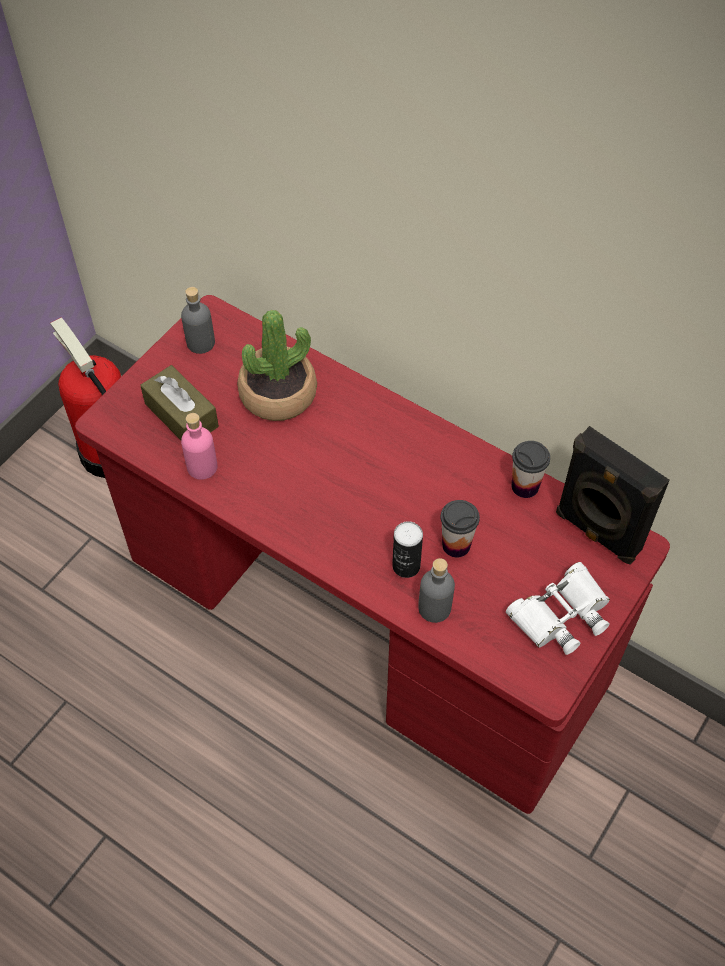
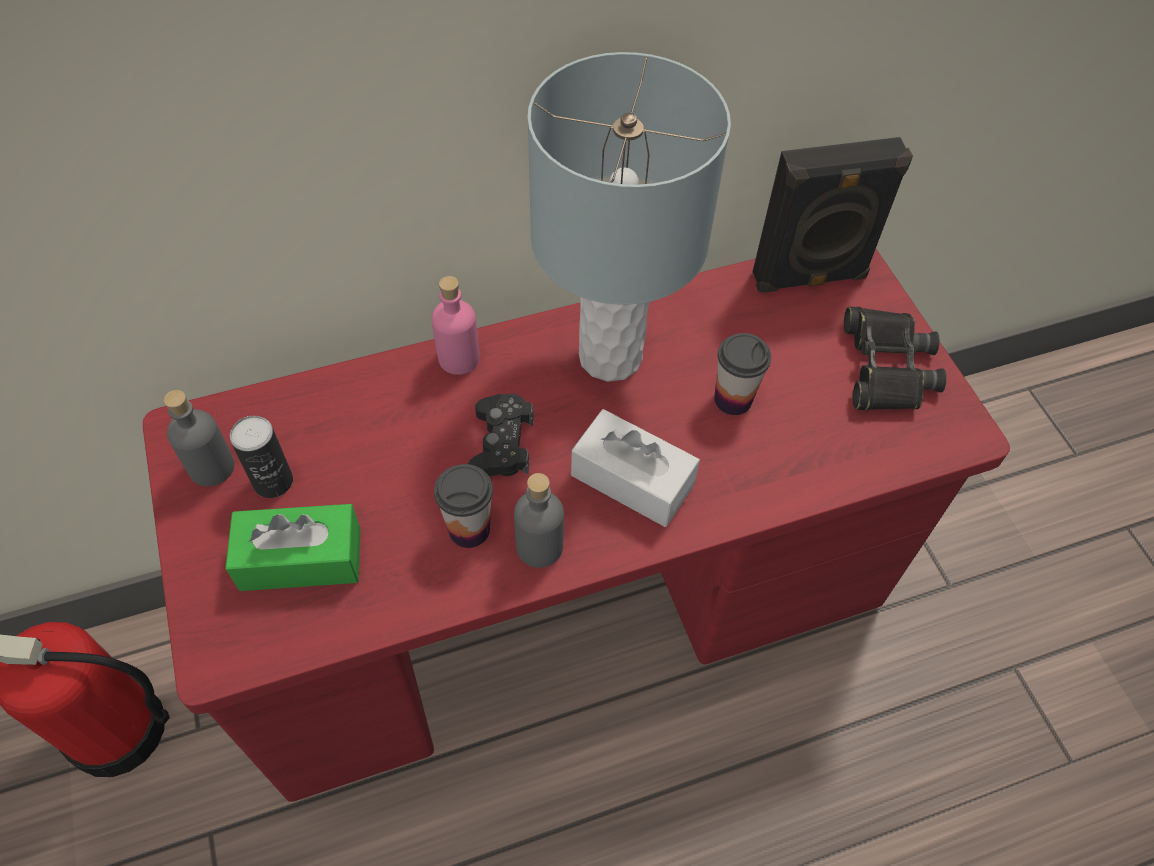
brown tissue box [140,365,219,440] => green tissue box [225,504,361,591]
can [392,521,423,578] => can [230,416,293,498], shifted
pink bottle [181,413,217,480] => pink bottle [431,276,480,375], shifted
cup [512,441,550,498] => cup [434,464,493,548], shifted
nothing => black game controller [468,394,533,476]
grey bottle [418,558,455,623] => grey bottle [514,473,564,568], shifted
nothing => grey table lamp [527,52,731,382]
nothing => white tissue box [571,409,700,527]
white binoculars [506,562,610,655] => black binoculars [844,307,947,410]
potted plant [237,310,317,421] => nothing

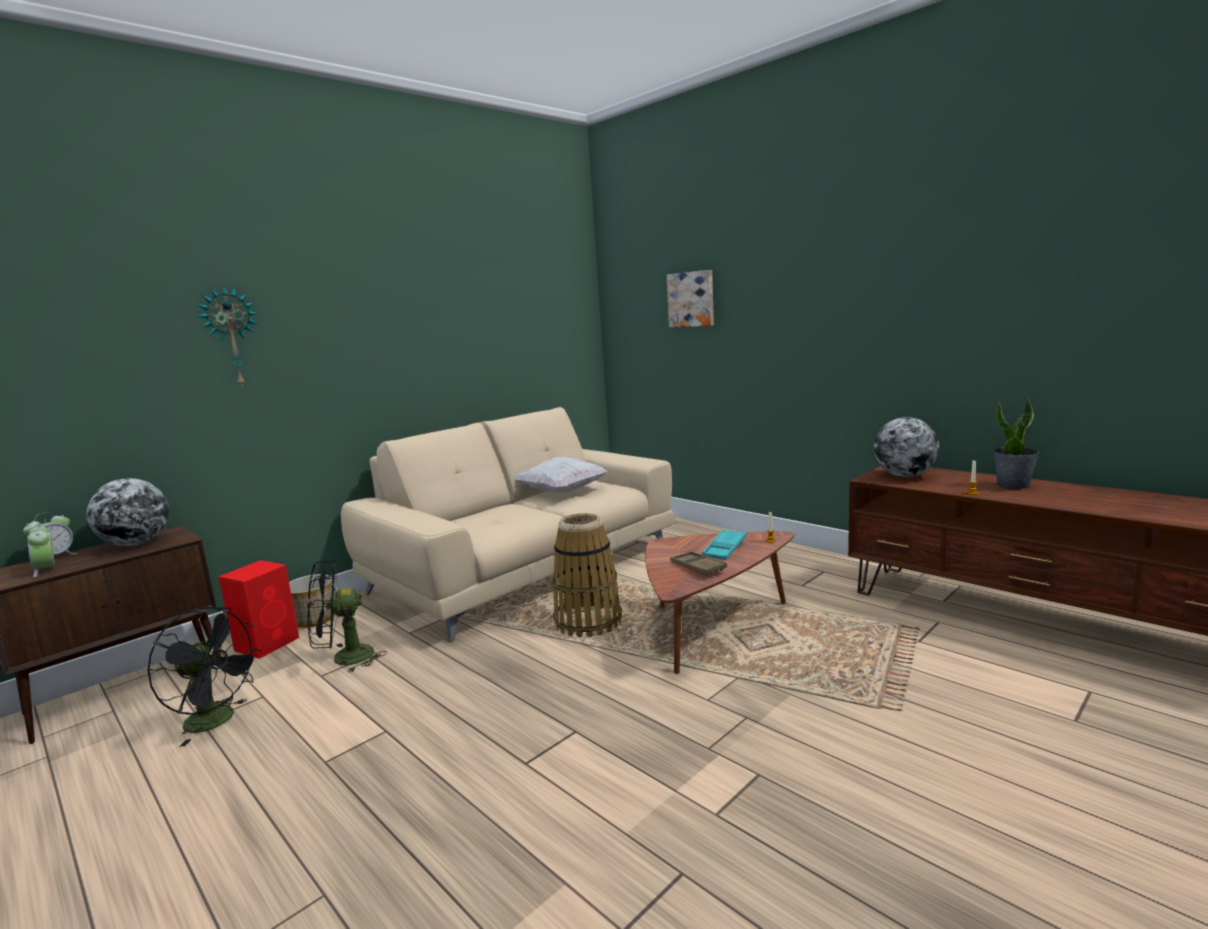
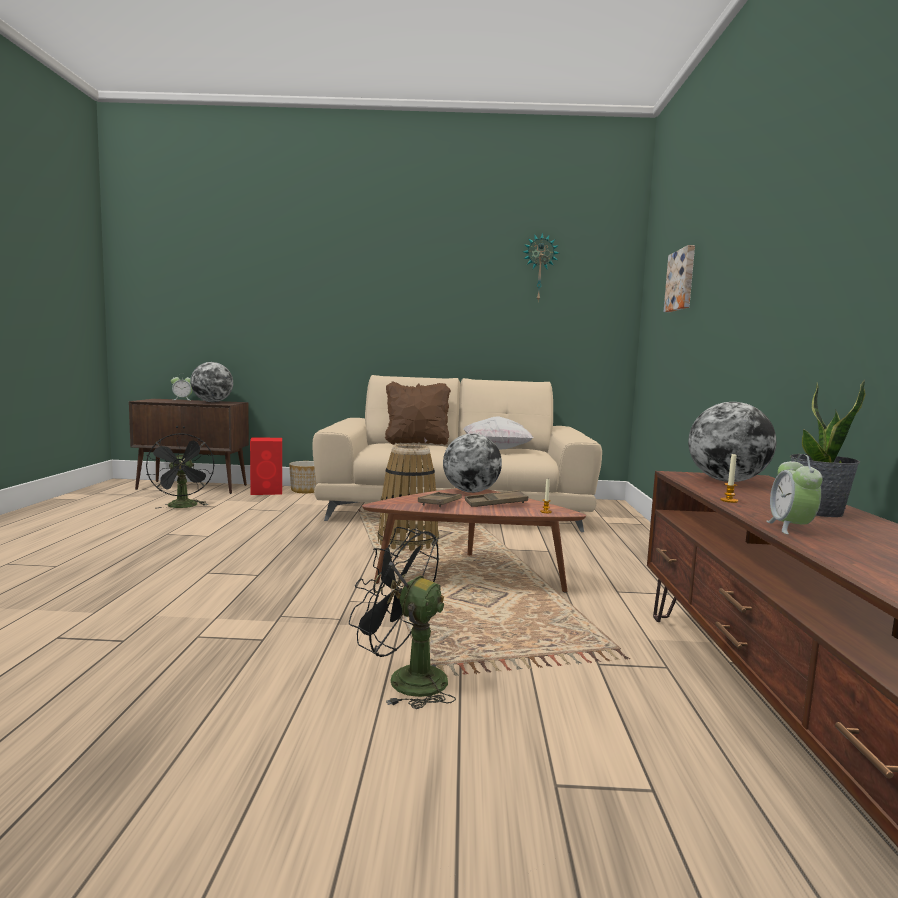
black fan [307,559,387,672] => black fan [349,527,456,709], shifted
nothing => brown pillow [385,381,451,445]
nothing => globe [443,433,502,493]
turquoise tray [702,529,746,560] => brown tray [465,490,528,507]
wall clock [198,285,258,388] => wall clock [523,233,559,301], shifted
alarm clock [28,522,55,577] => alarm clock [766,454,823,534], shifted

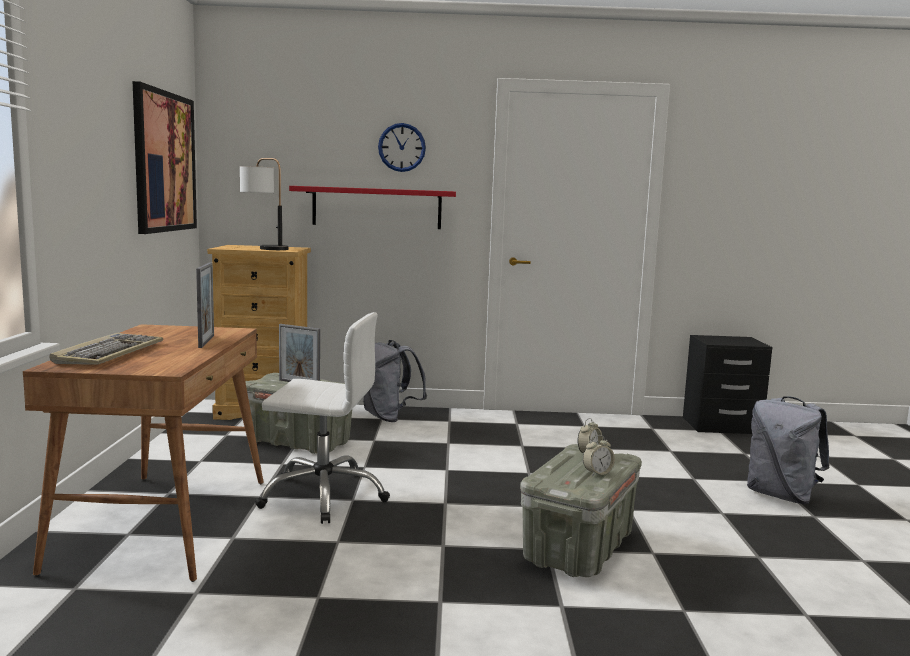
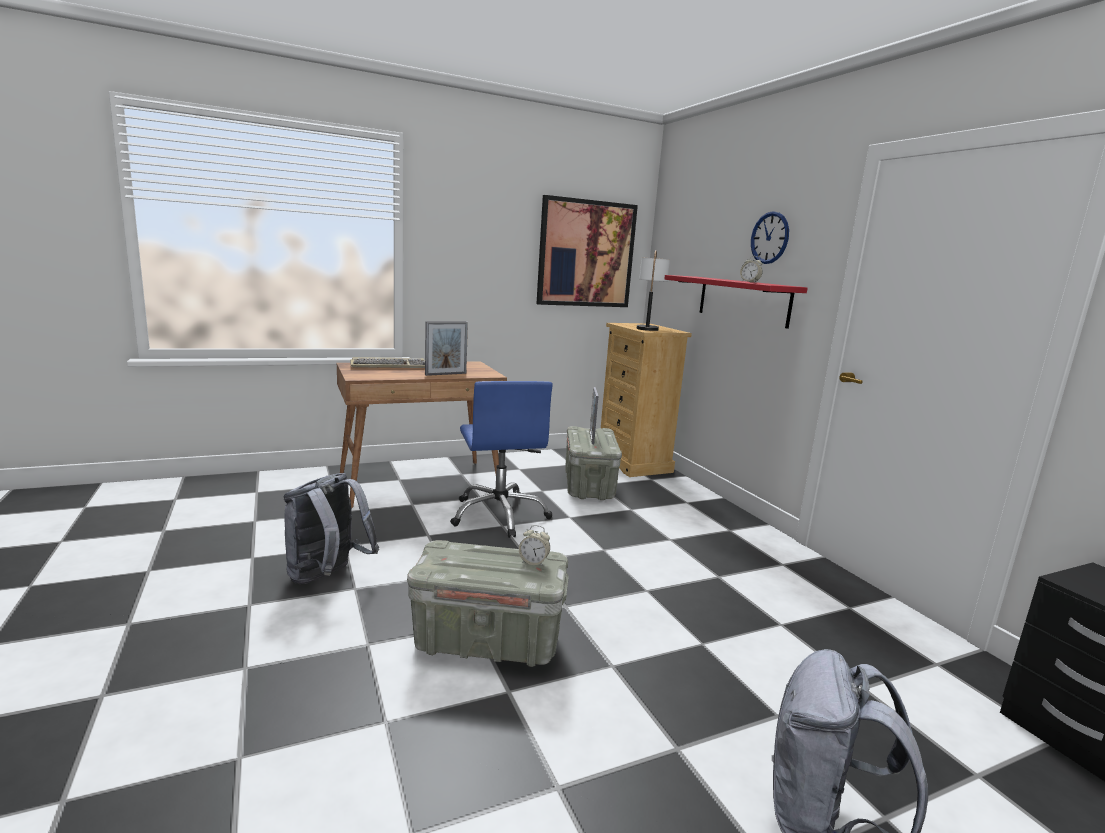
grey backpack [363,340,427,422] => grey backpack [284,473,379,584], shifted
white office chair [255,312,390,524] => blue office chair [450,381,553,538]
alarm clock [583,435,615,476] => alarm clock [740,256,763,282], shifted

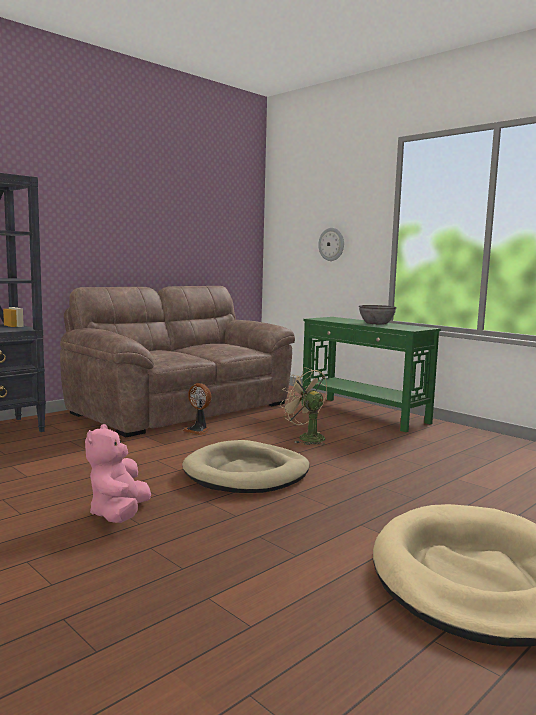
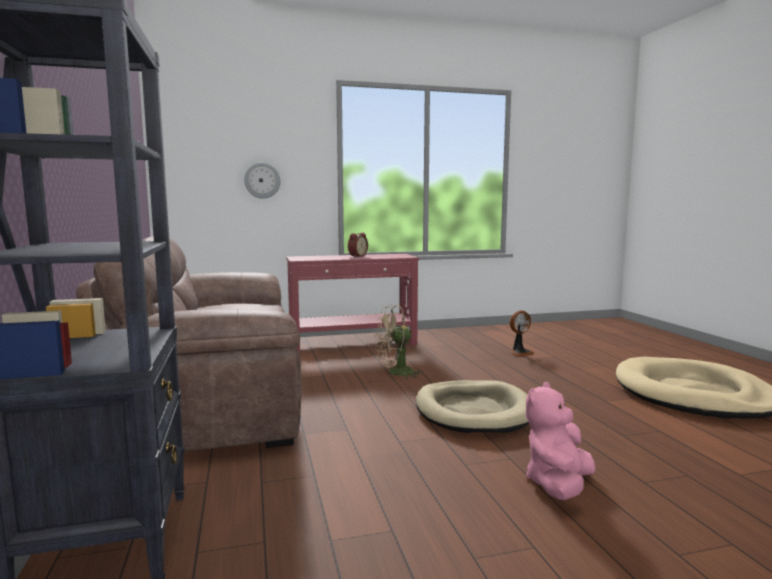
green console table [302,317,441,432] => red console table [286,254,419,354]
grey bowl [359,305,397,325] => alarm clock [348,233,368,257]
fan [183,383,211,435] => fan [510,310,535,356], shifted
pink plush toy [85,424,151,523] => pink plush toy [526,382,596,500], 90 degrees clockwise

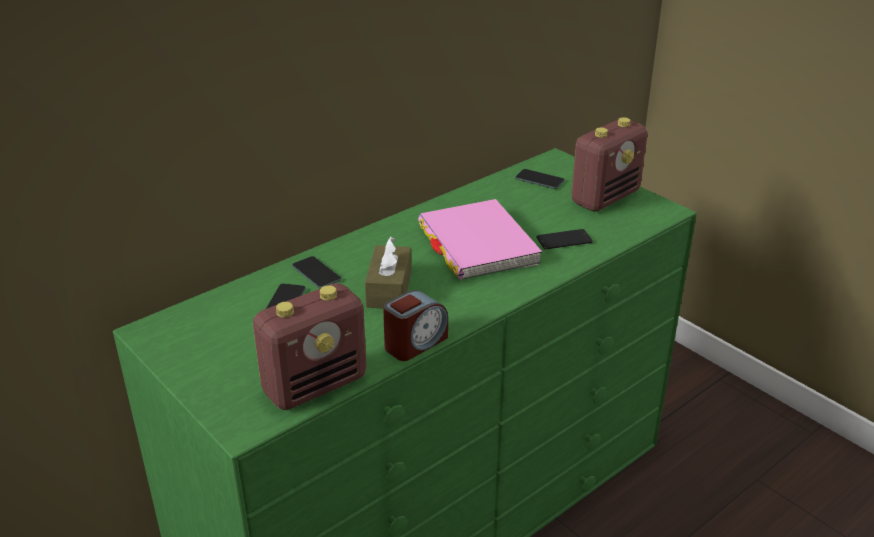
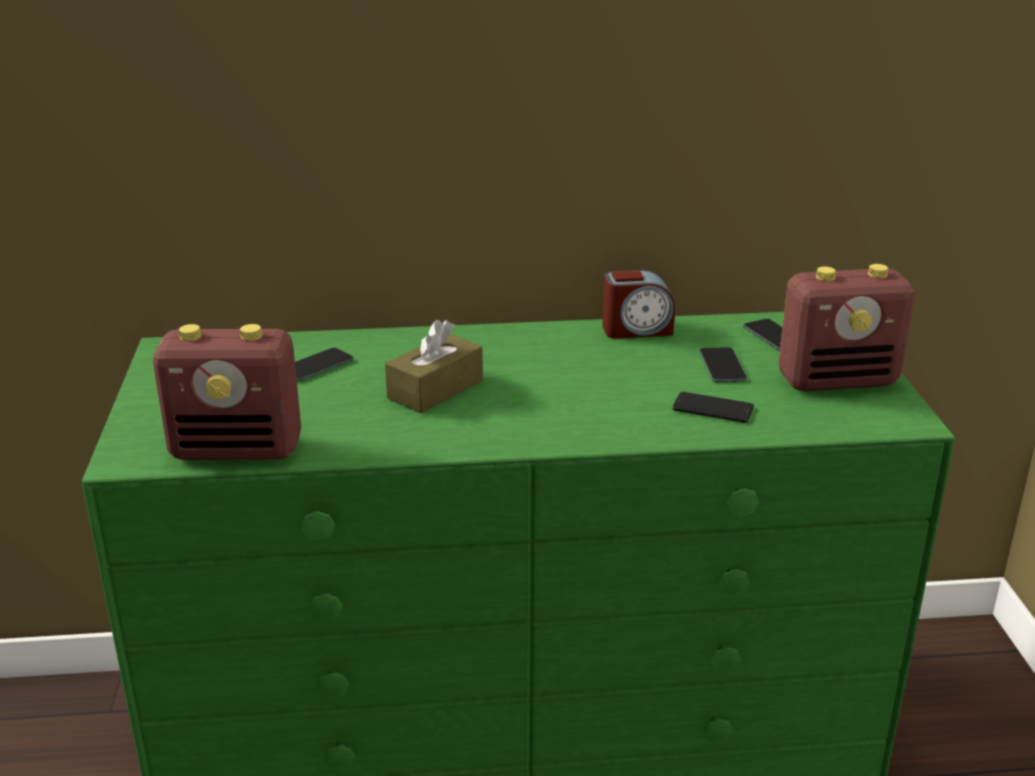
alarm clock [383,290,448,361] => alarm clock [602,270,675,339], shifted
phone [292,256,341,289] => phone [699,347,747,382], shifted
pink book [418,199,542,280] => nothing

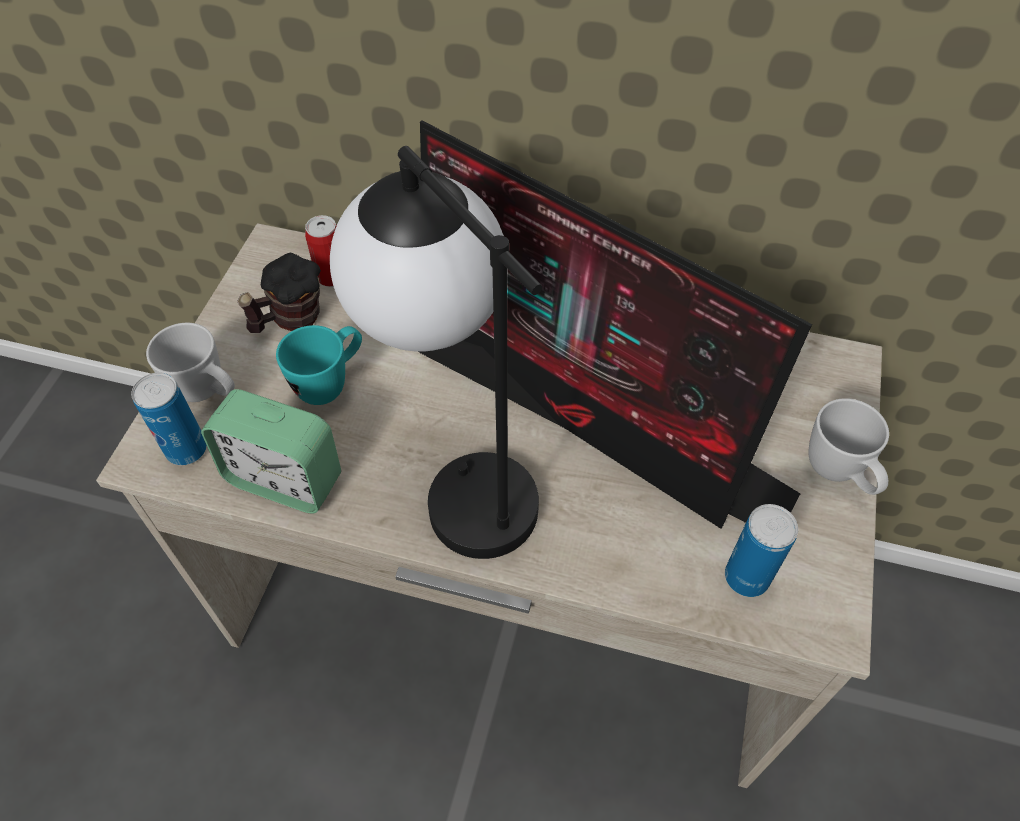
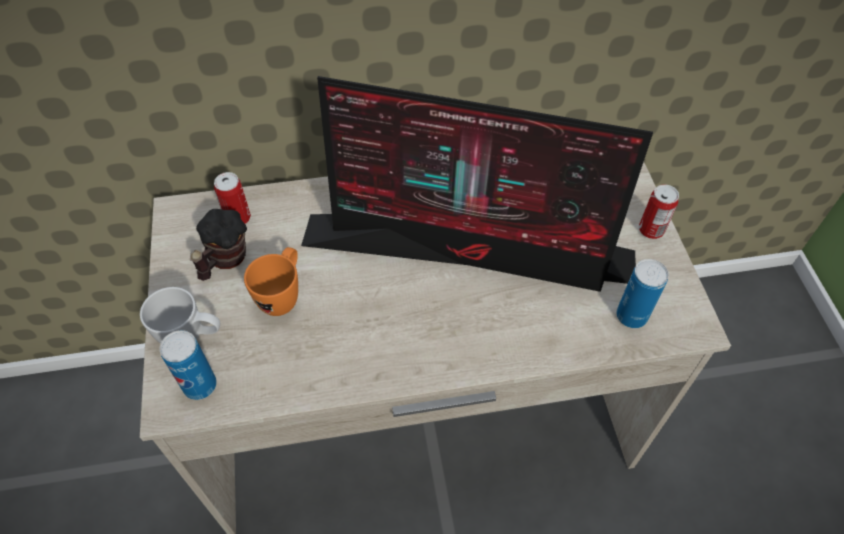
turquoise mug [276,325,362,405] => orange mug [244,247,298,316]
white mug [809,398,889,495] => can [639,184,679,239]
alarm clock [201,389,341,514] => nothing
table lamp [330,146,542,559] => nothing

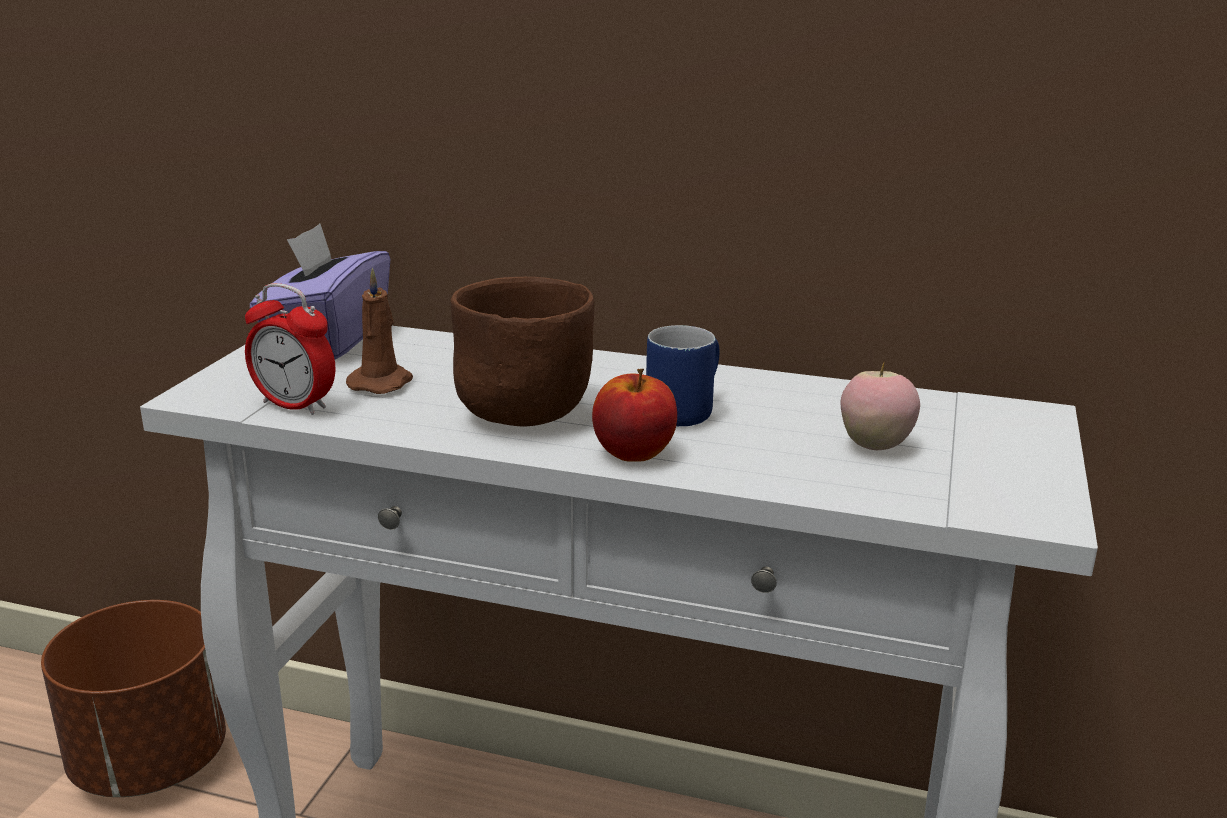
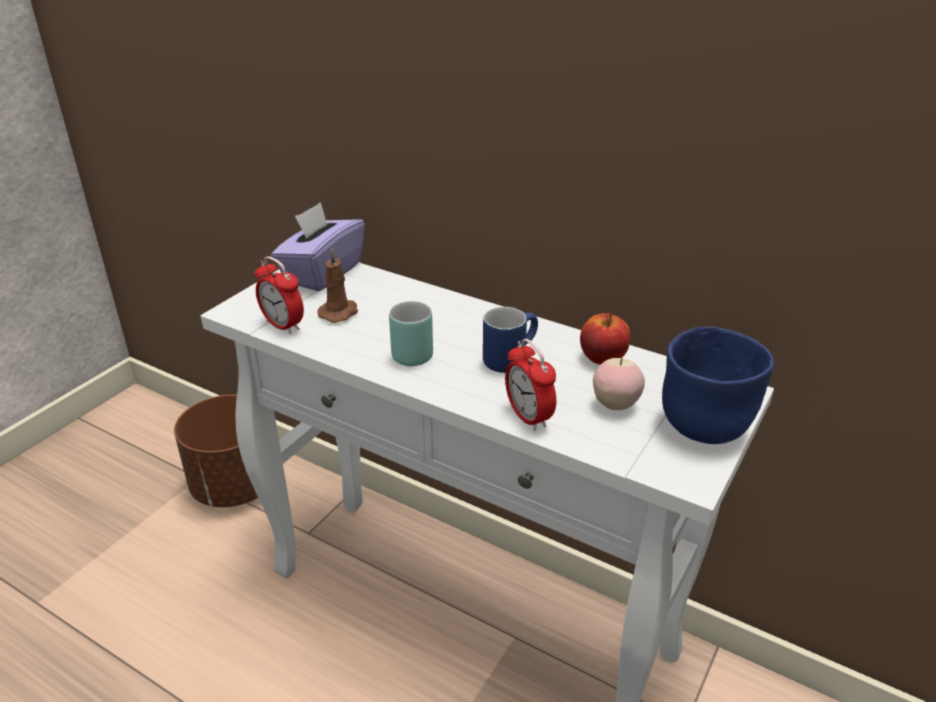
brown bowl [451,277,595,426] => turquoise mug [389,301,433,366]
nothing => alarm clock [505,339,556,431]
apple [592,369,677,462] => apple [580,313,630,365], shifted
nothing => blue bowl [662,327,774,444]

